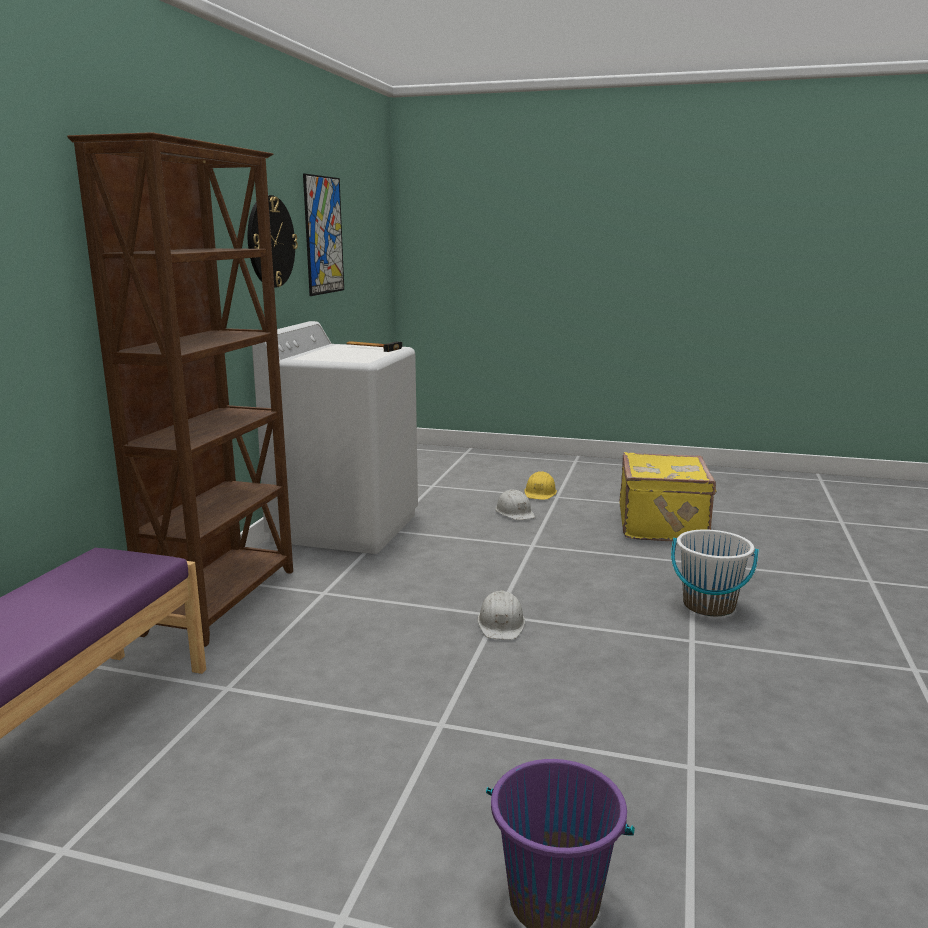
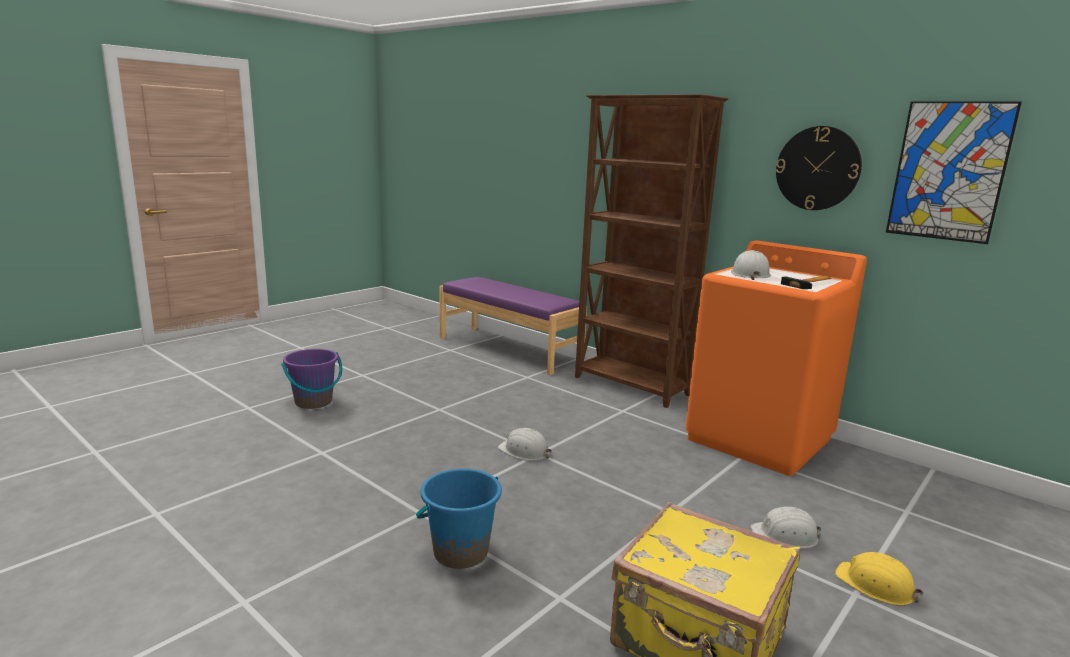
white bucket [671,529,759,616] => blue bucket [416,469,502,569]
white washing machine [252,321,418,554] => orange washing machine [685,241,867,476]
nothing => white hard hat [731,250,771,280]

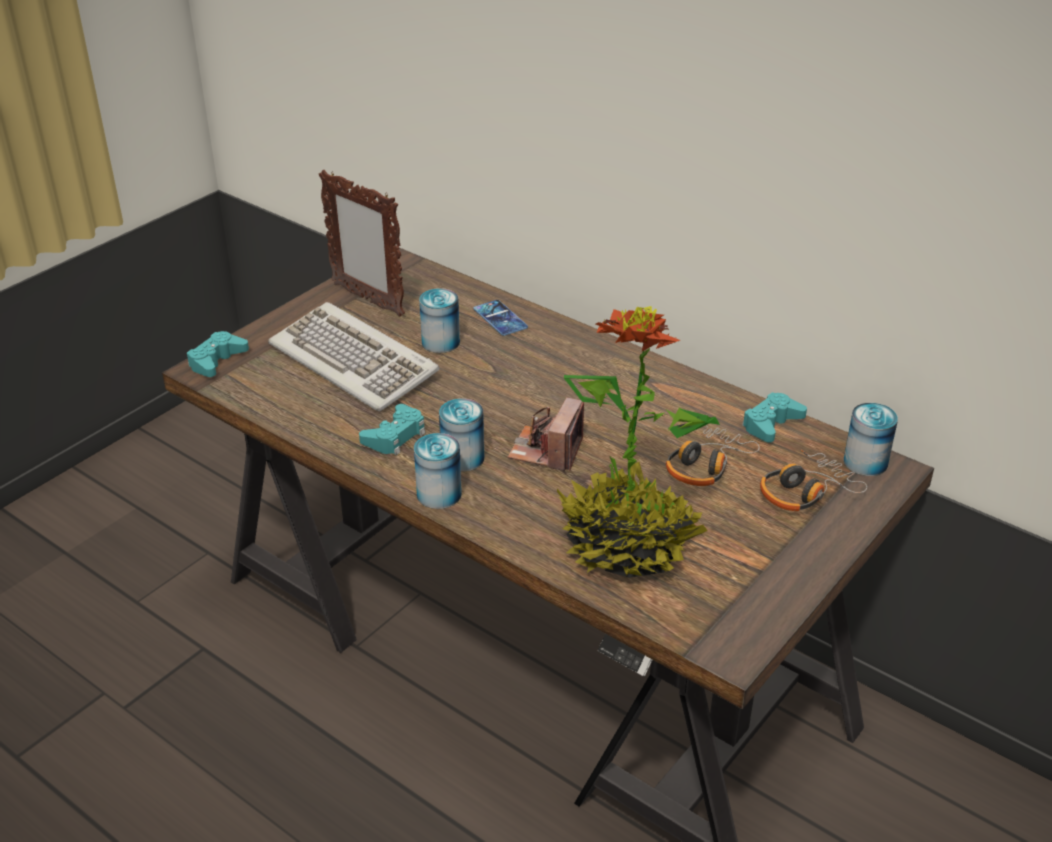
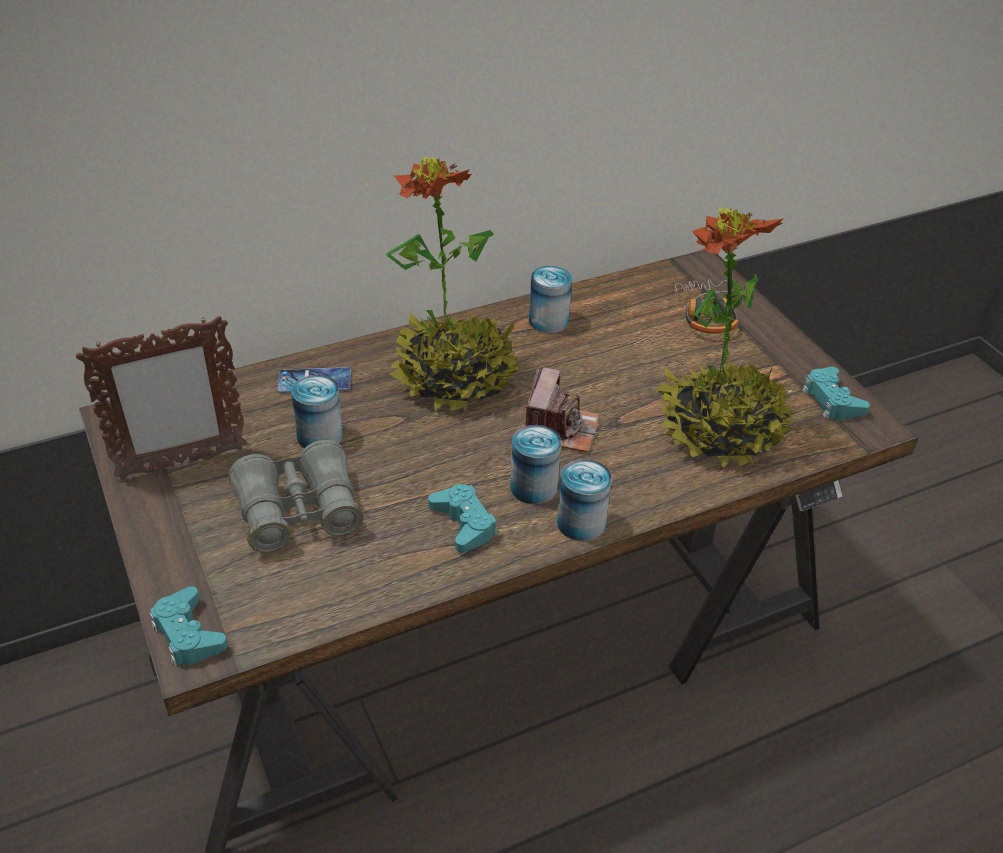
keyboard [268,302,440,412] => grey binoculars [229,440,364,553]
nothing => potted plant [386,156,523,411]
photo camera [508,397,584,471] => photo camera [525,367,599,452], 120 degrees counterclockwise
can [843,403,898,476] => can [529,266,572,333], shifted
turquoise game controller [742,392,807,443] => turquoise game controller [802,367,870,420], shifted
headphones [666,425,760,486] => nothing

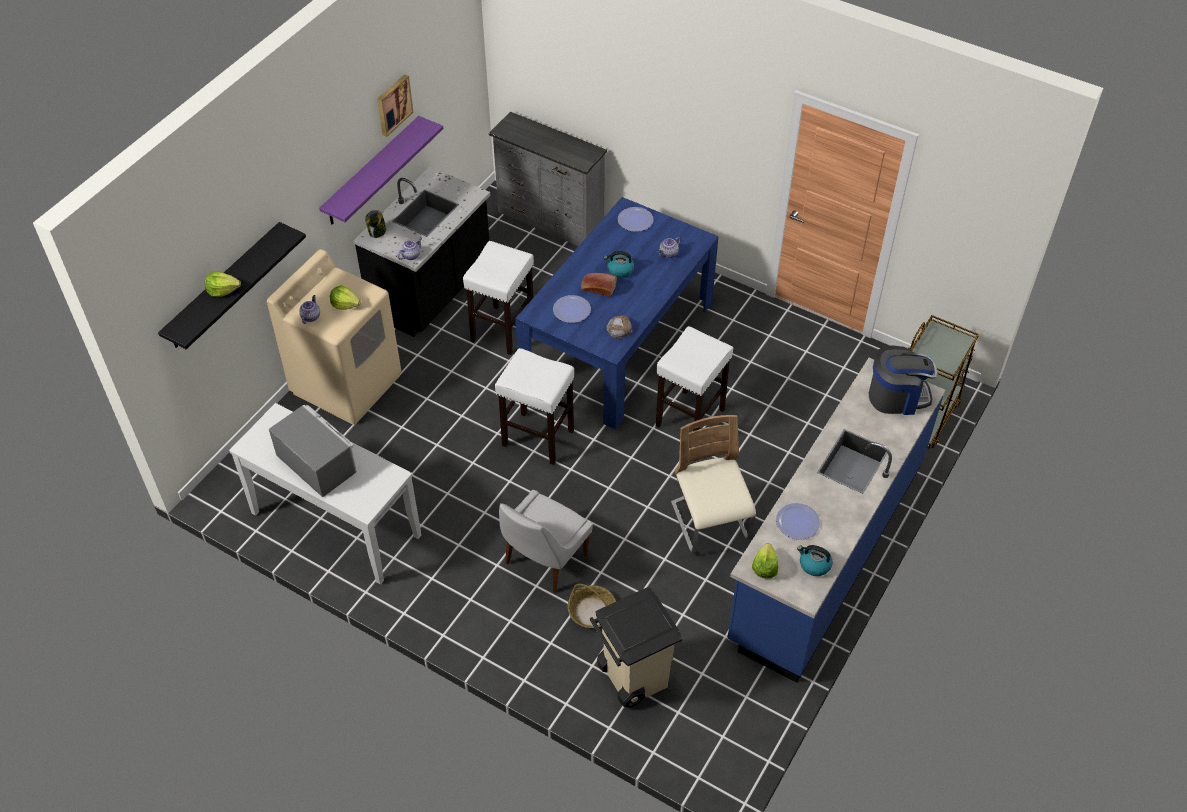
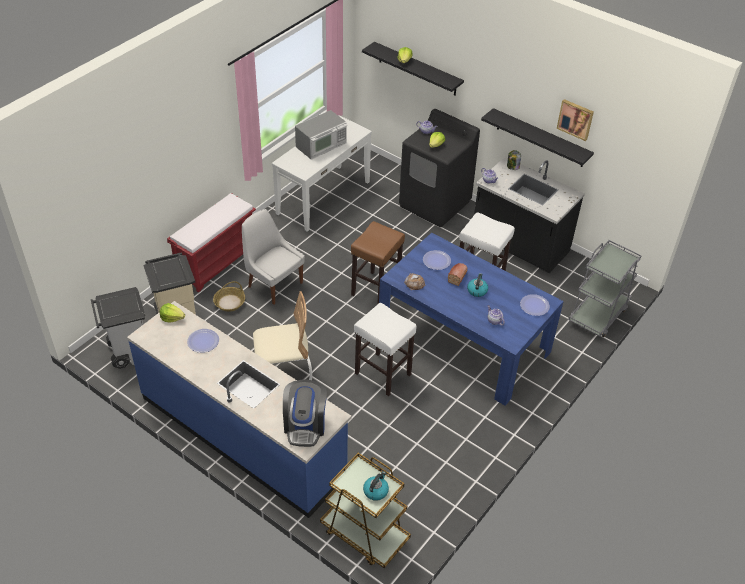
nothing => grey trash can [91,287,145,369]
nothing => red bench [167,193,256,293]
white stool [495,348,574,465] => brown stool [351,221,405,304]
kettle [797,545,833,576] => kettle [363,471,389,501], shifted
beige washing machine [267,249,401,425] => black washing machine [399,109,480,227]
purple shelf [319,116,443,224] => black shelf [481,108,594,167]
grey dresser [489,112,607,246] => grey cart [568,240,642,337]

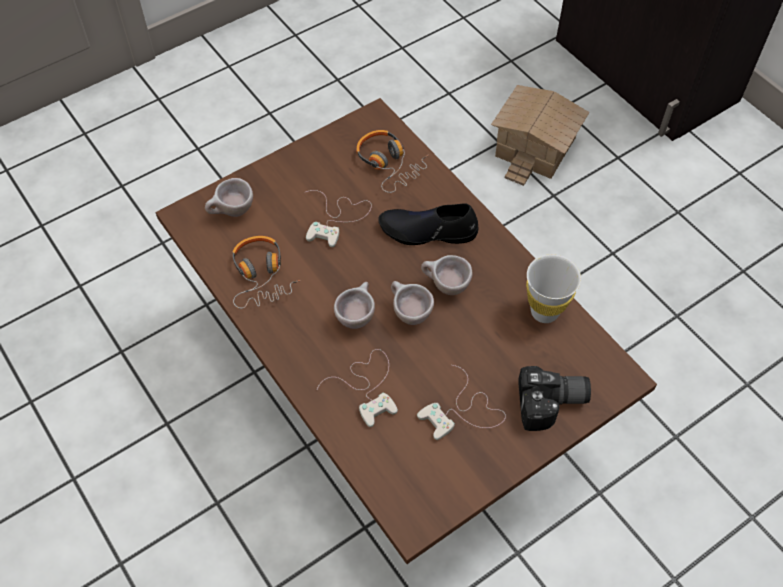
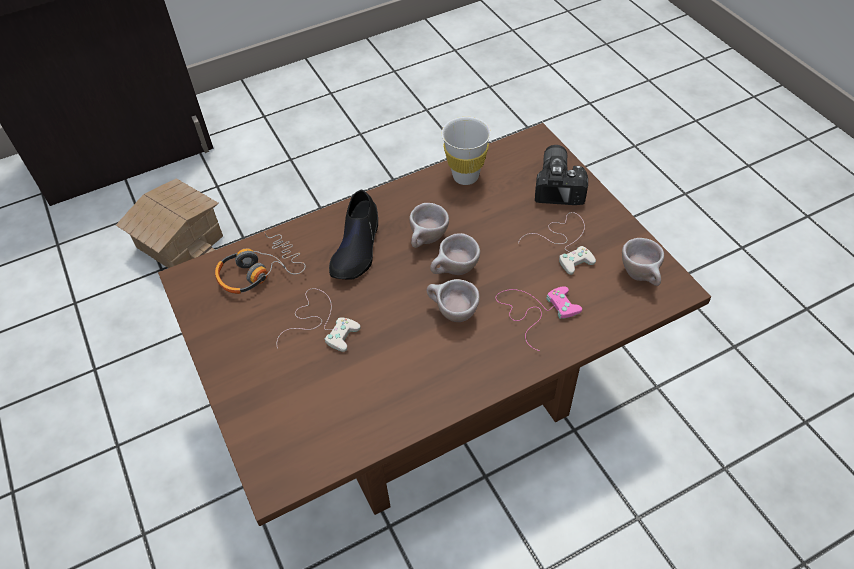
white game controller [317,349,398,427] => pink game controller [496,286,582,351]
beige cup [205,178,253,217] => beige cup [622,238,664,286], shifted
headphones [232,236,301,309] => nothing

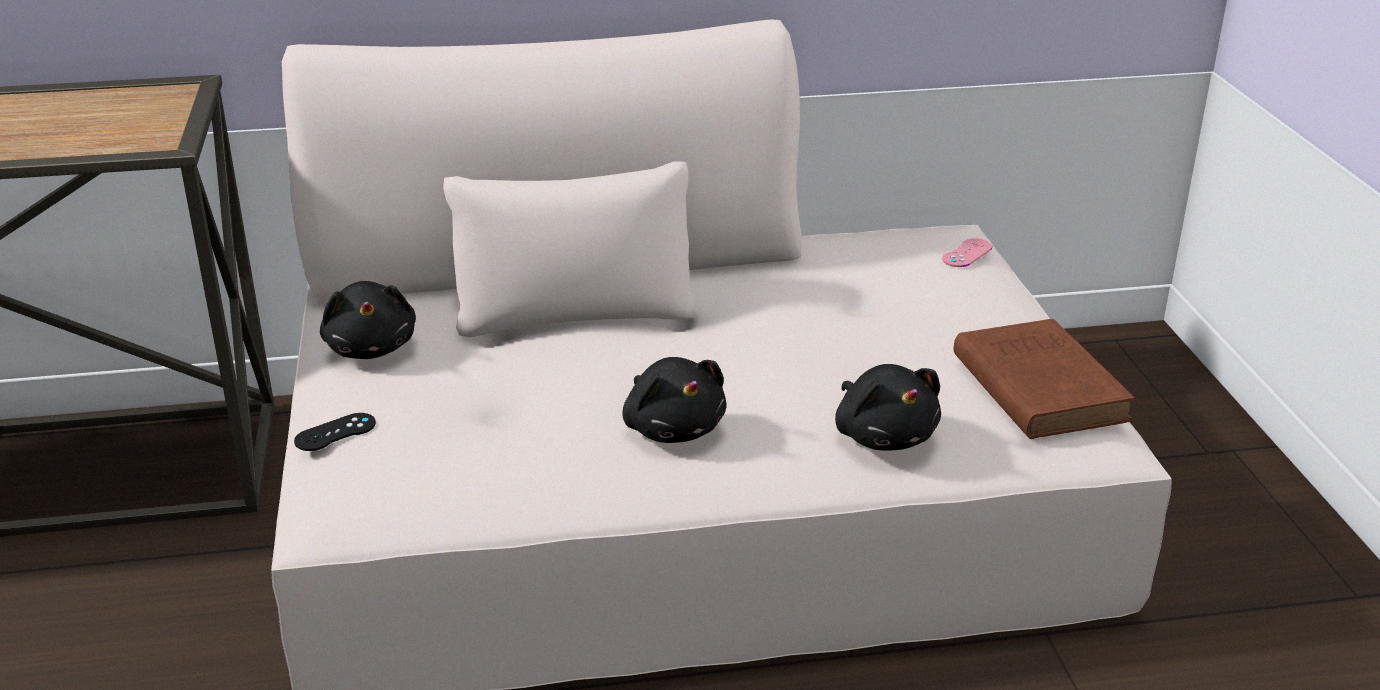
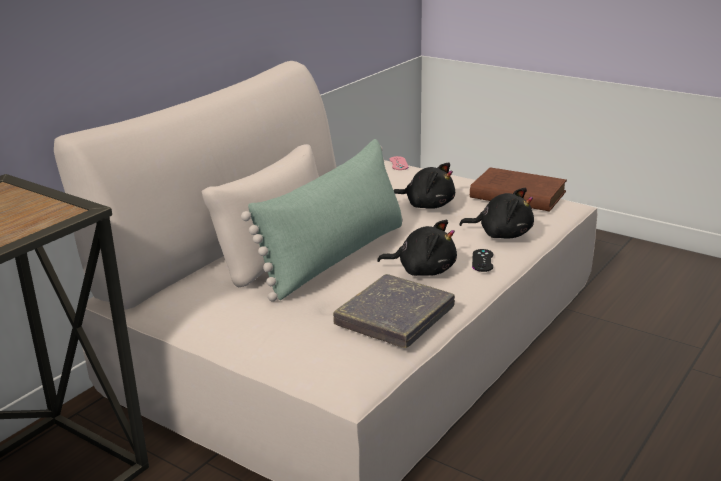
nothing => green pillow [241,139,403,302]
nothing => grey book [333,274,455,348]
black plush toy [320,281,416,359] => black plush toy [394,163,455,209], shifted
black game controller [294,413,376,451] => black game controller [472,249,493,272], shifted

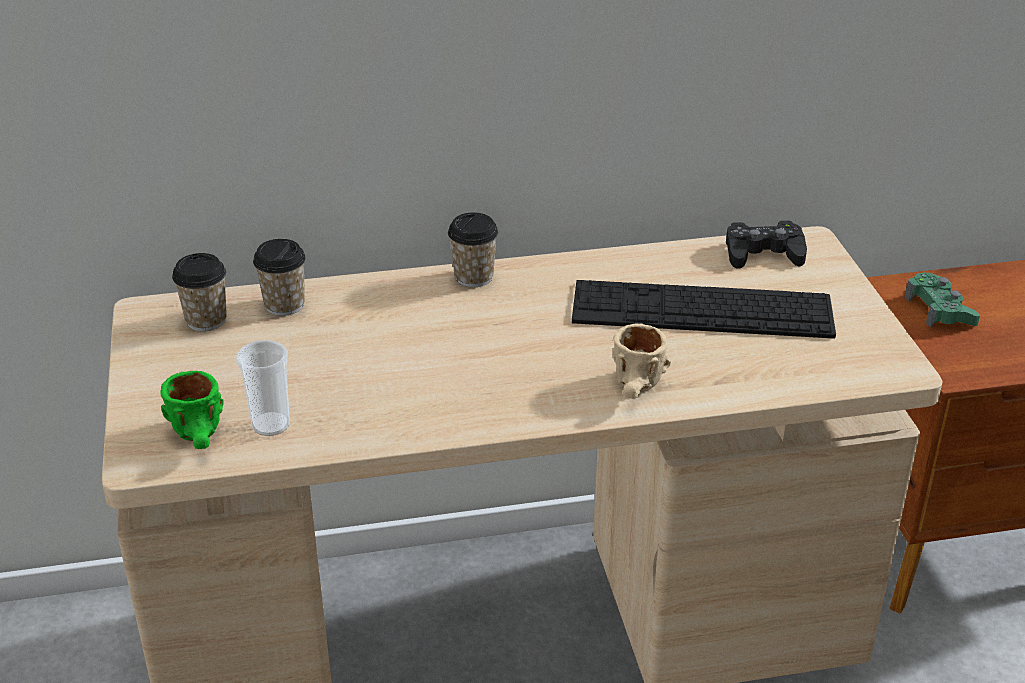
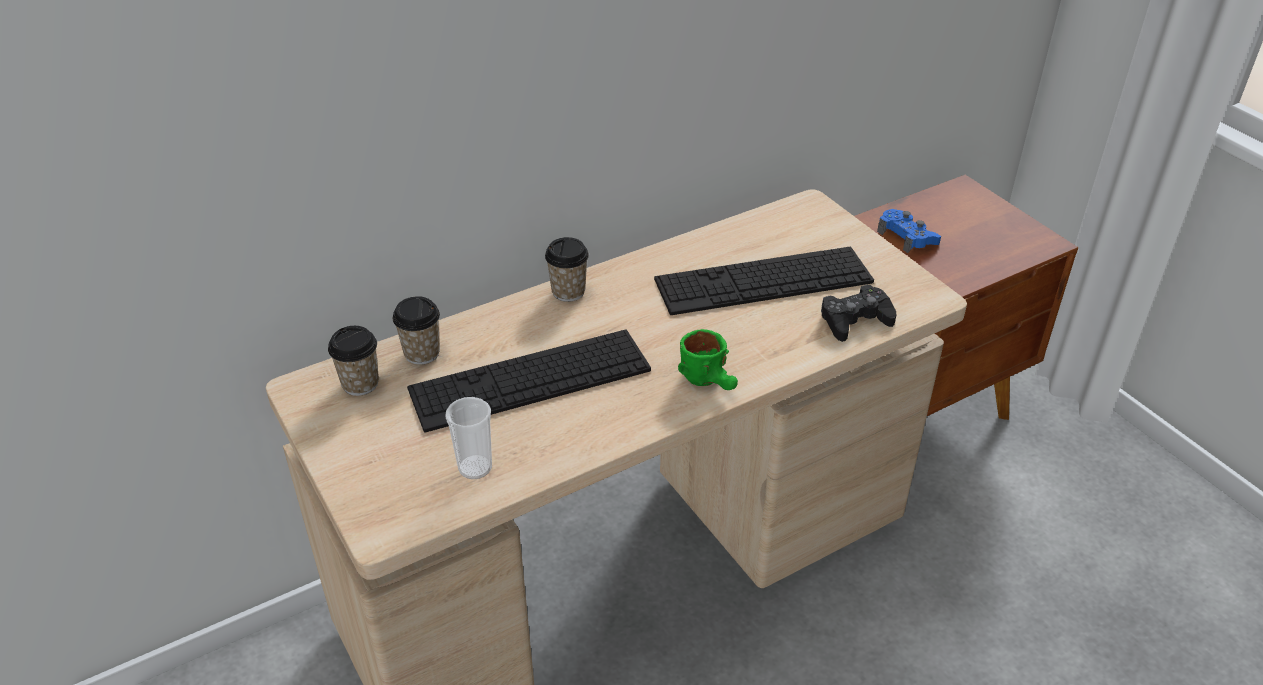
nothing => keyboard [407,329,651,433]
green mug [160,371,224,449] => green mug [678,329,738,390], shifted
black game controller [726,220,807,269] => black game controller [821,284,897,342], shifted
green game controller [905,273,980,328] => blue game controller [877,209,941,253]
beige mug [613,323,671,399] => nothing

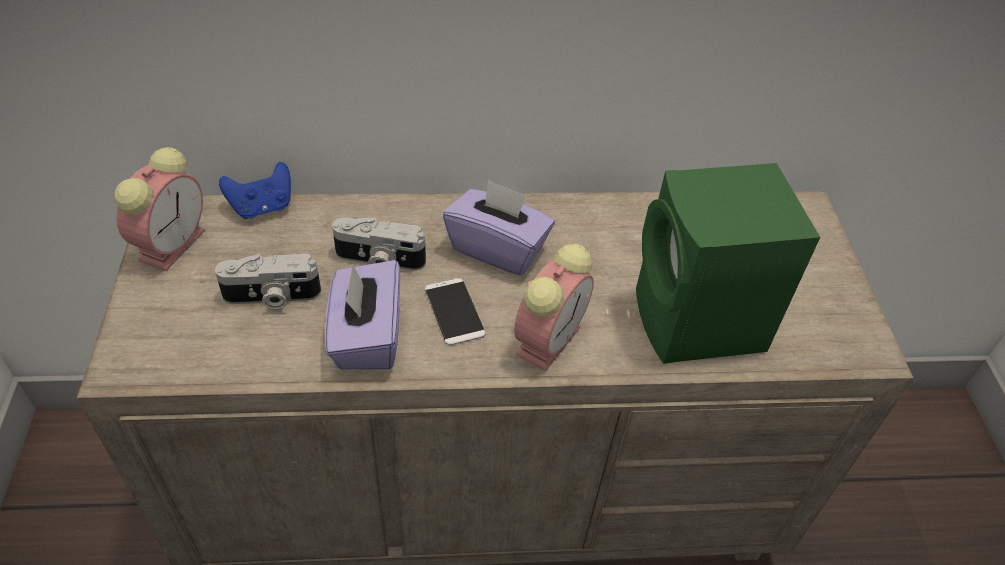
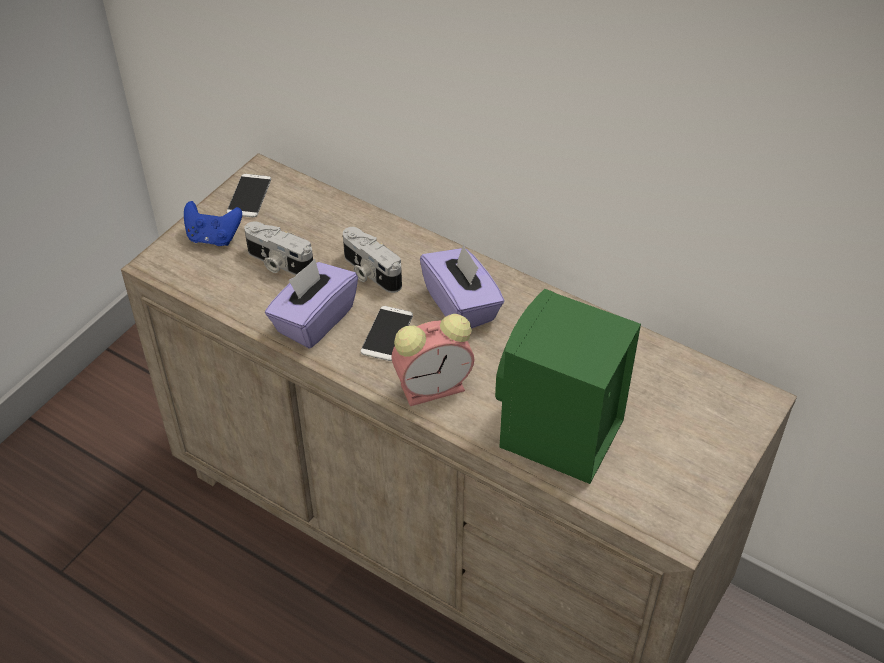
blue game controller [219,162,291,219] => blue game controller [184,201,242,246], shifted
alarm clock [114,147,205,271] => phone [227,174,271,218]

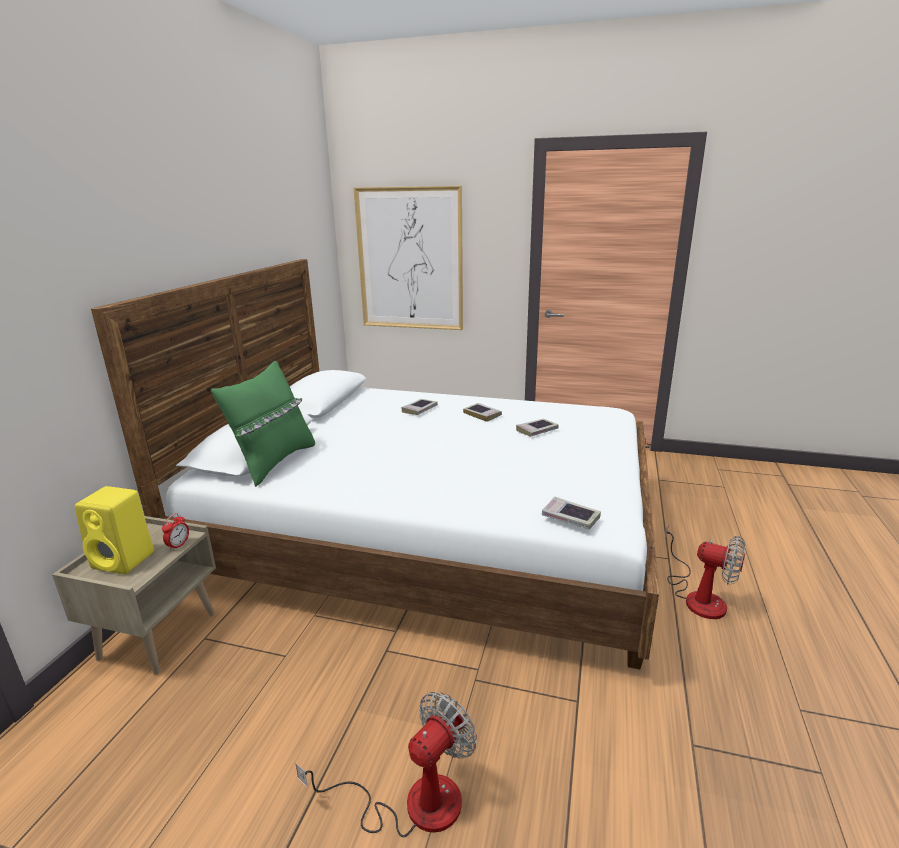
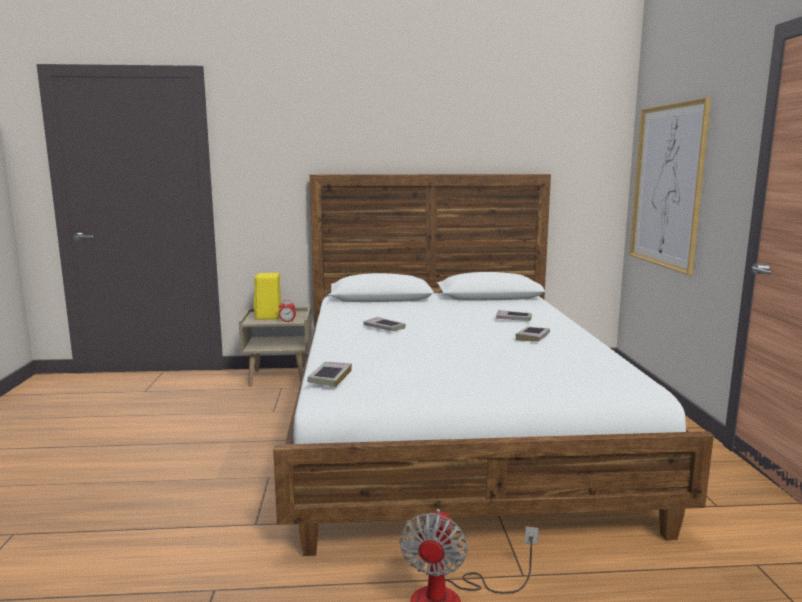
book [516,419,559,437] => book [364,317,405,331], shifted
green pillow [211,361,315,487] => nothing
fan [296,692,477,837] => nothing

